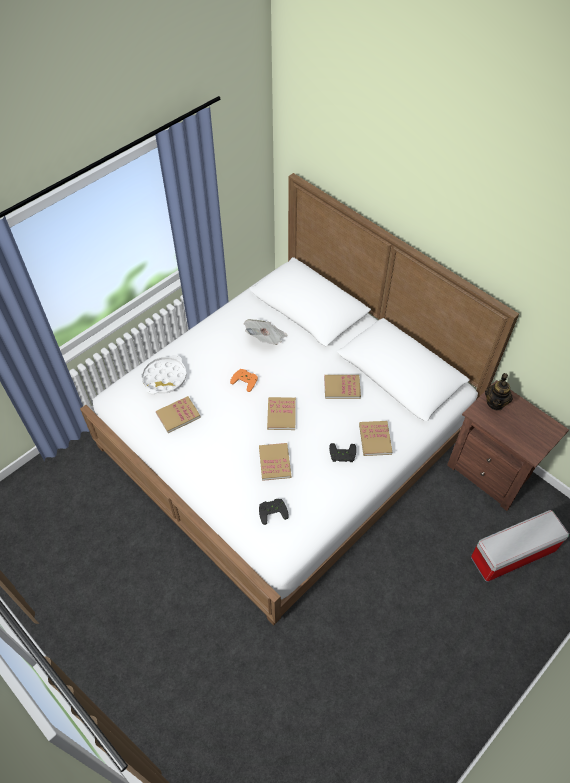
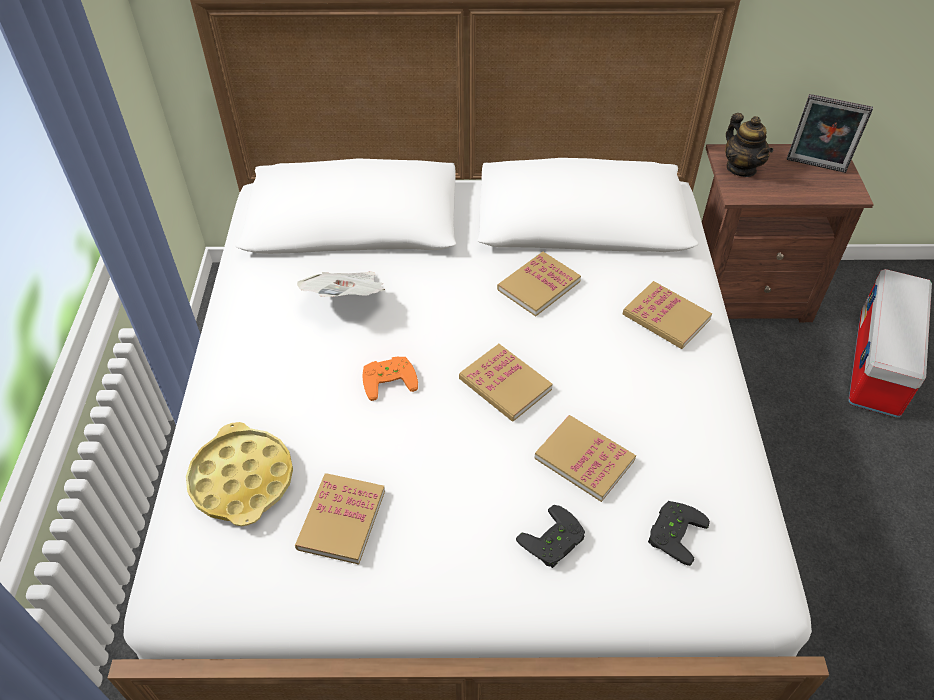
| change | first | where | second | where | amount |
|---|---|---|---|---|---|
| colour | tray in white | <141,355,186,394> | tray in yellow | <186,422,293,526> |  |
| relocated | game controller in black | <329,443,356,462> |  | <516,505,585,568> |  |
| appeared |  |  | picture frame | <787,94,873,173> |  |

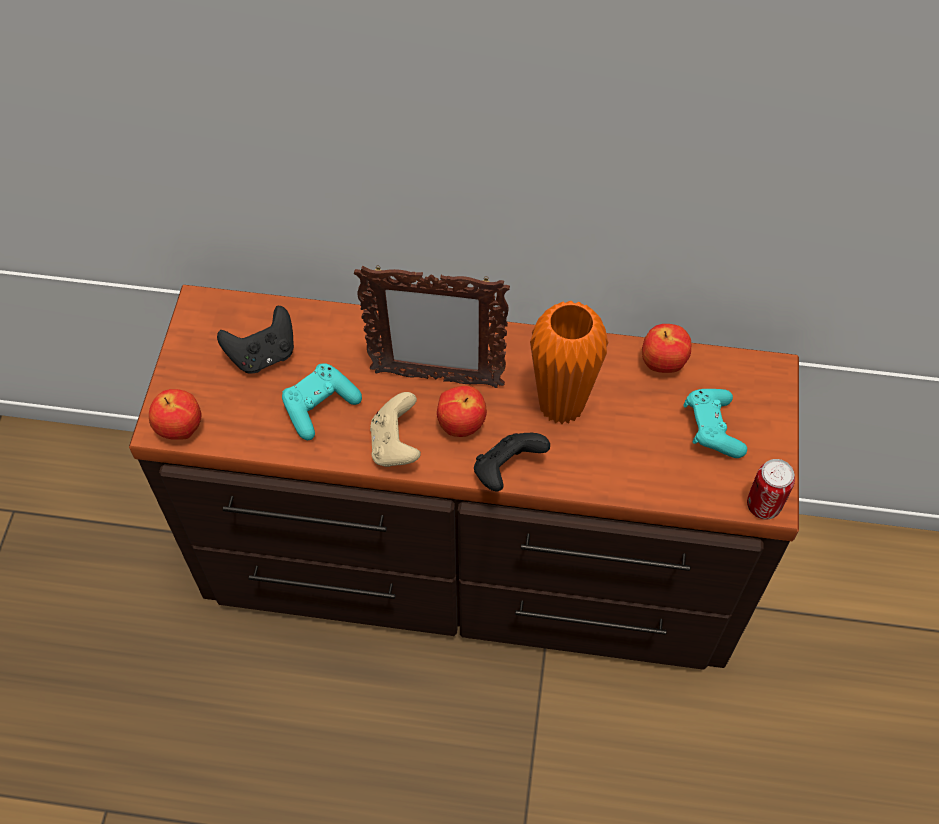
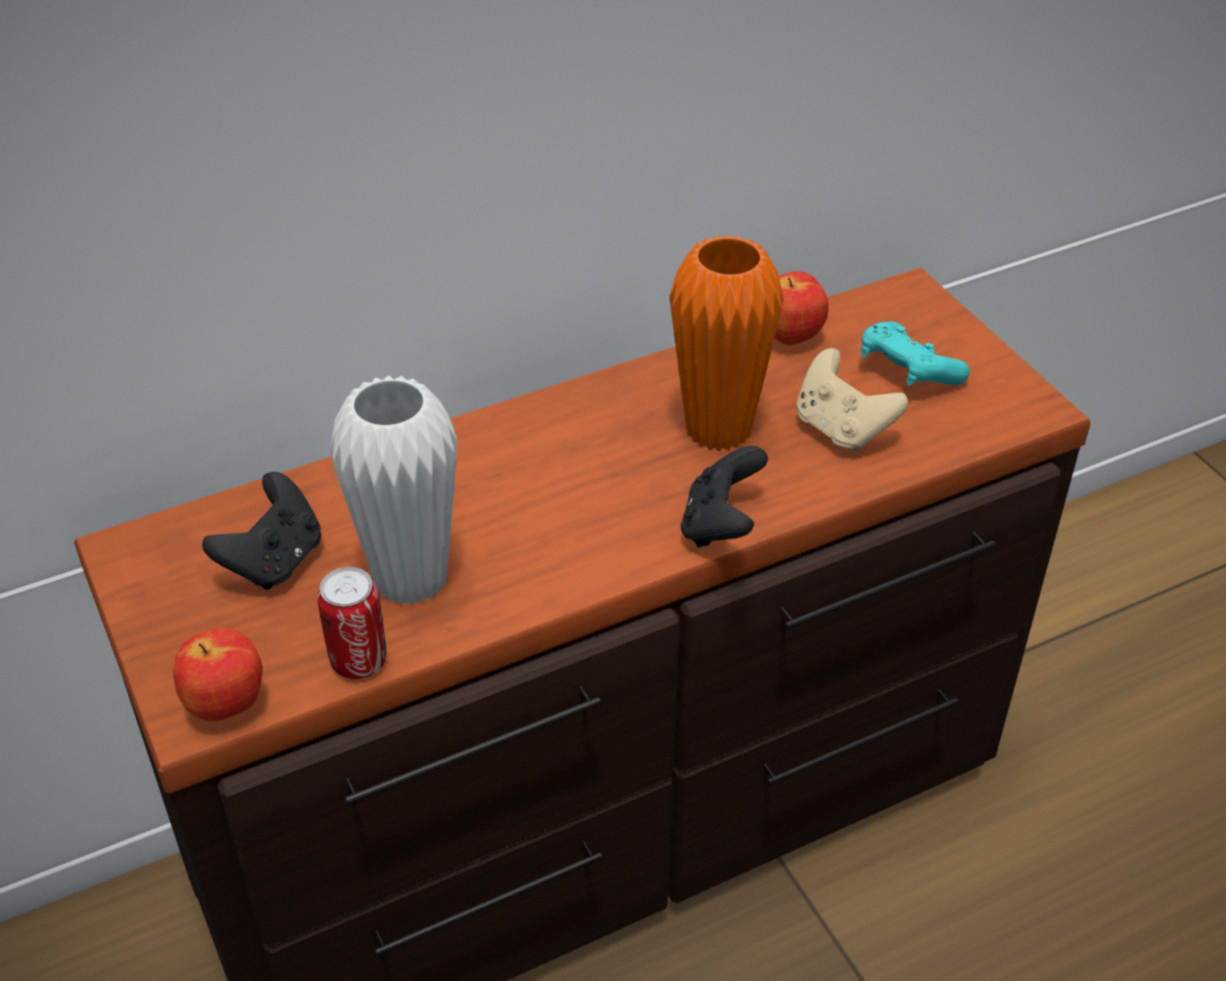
| change | first | where | second | where | amount |
|---|---|---|---|---|---|
| relocated | can | <747,459,795,519> |  | <318,567,386,679> |  |
| exchanged | game controller in turquoise | <282,363,362,440> | vase in white | <330,375,458,606> |  |
| relocated | game controller in beige | <370,392,421,467> |  | <797,348,908,452> |  |
| missing | picture frame | <354,265,510,388> |  |  |  |
| missing | apple | <437,386,487,437> |  |  |  |

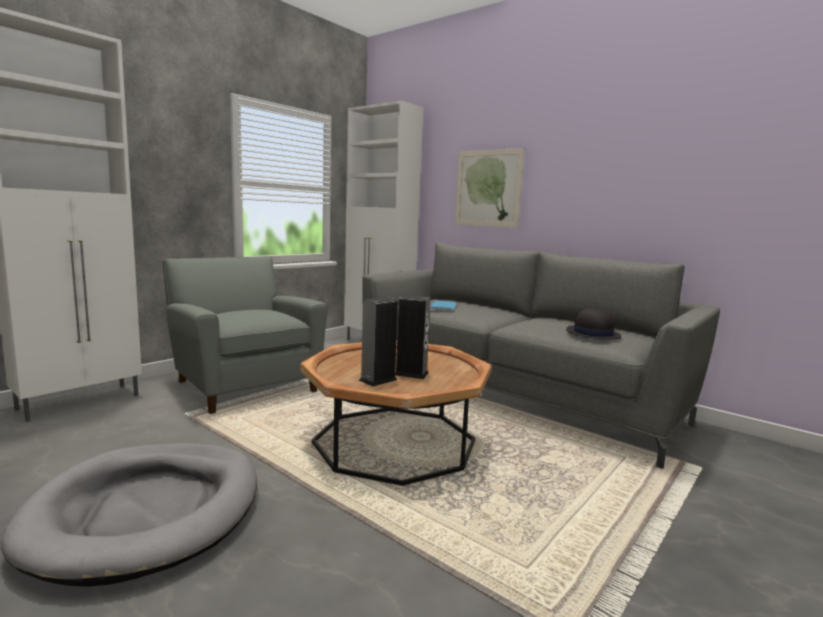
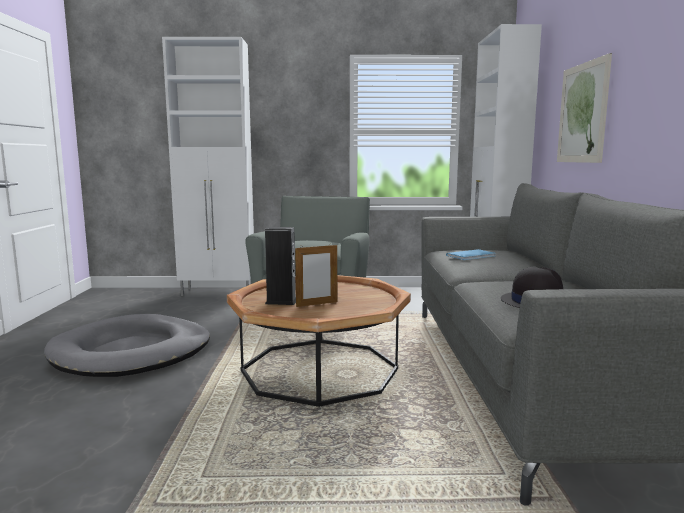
| change | first | where | second | where | amount |
|---|---|---|---|---|---|
| exchanged | speaker | <395,295,430,379> | picture frame | <295,243,337,307> |  |

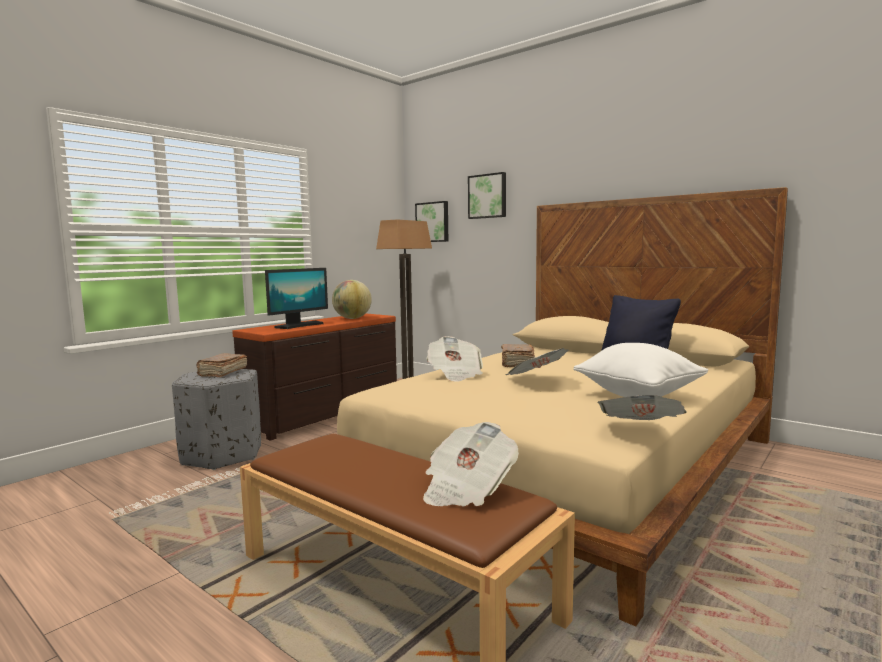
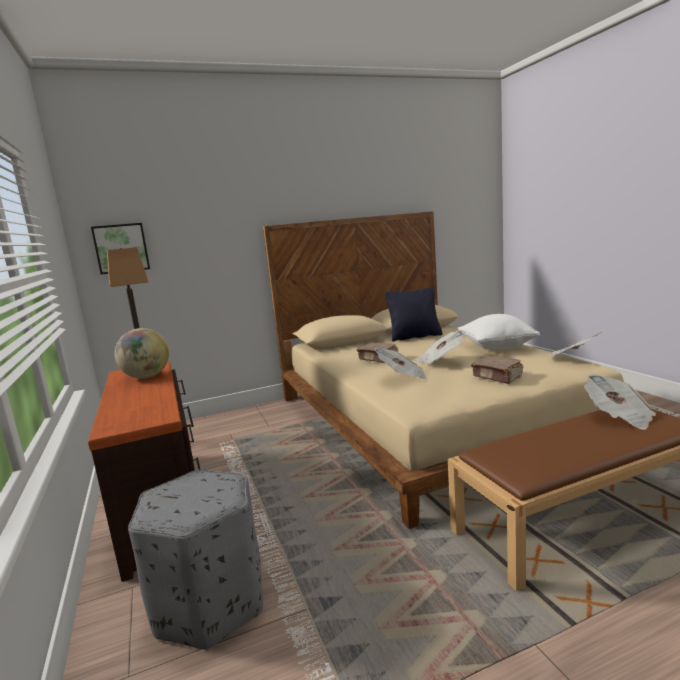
| change | first | where | second | where | amount |
|---|---|---|---|---|---|
| relocated | book in brown | <196,353,247,377> |  | <471,356,523,384> |  |
| missing | monitor | <265,268,328,329> |  |  |  |
| missing | picture | <468,172,506,219> |  |  |  |

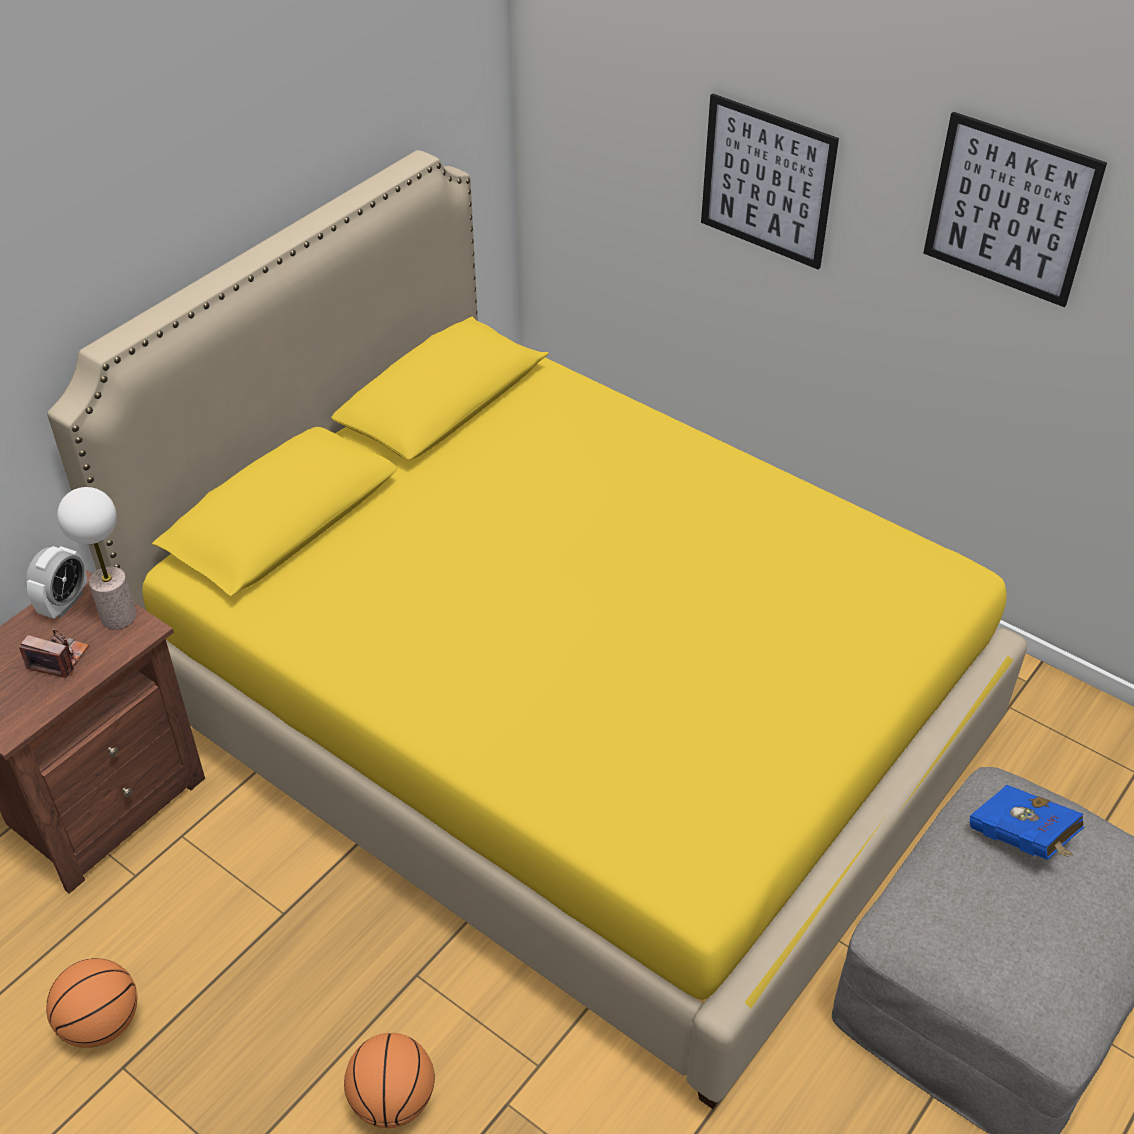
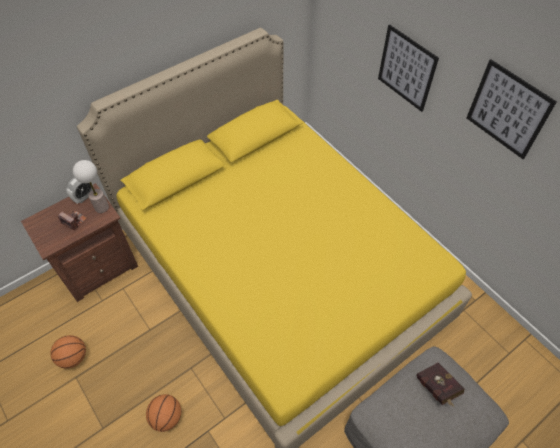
| change | first | where | second | where | amount |
|---|---|---|---|---|---|
| colour | book in blue | <970,785,1084,860> | book in red | <417,362,465,407> |  |

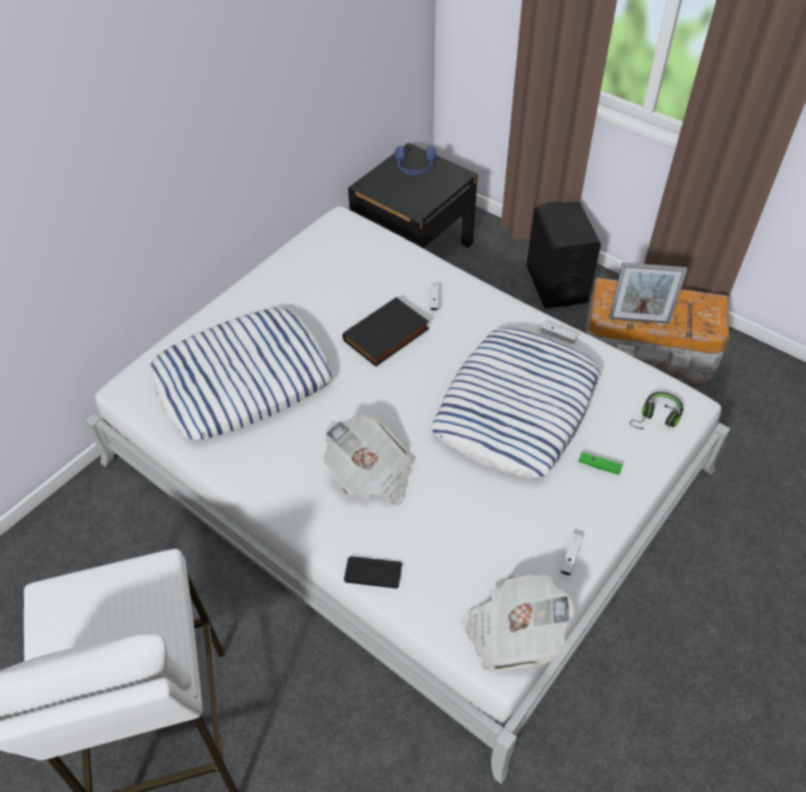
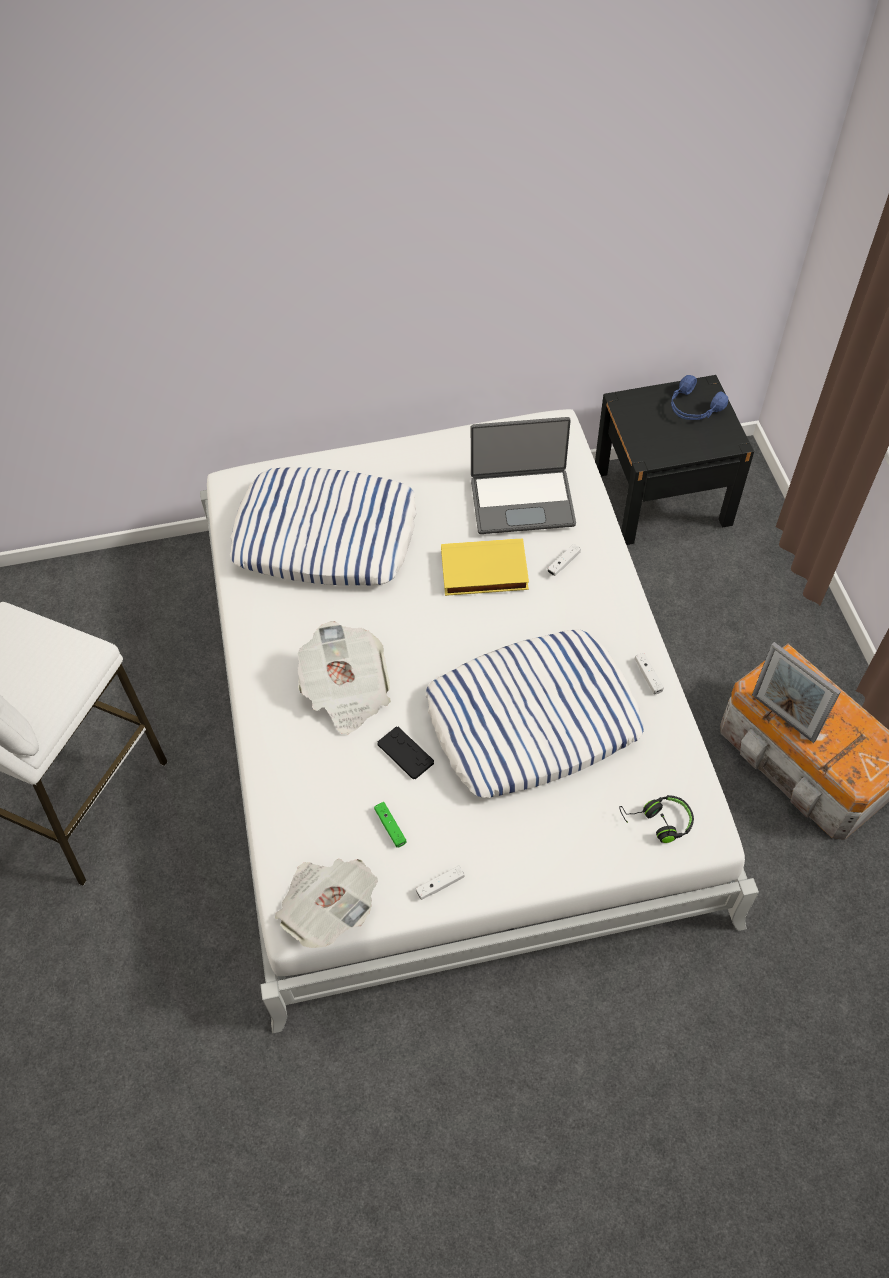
| change | first | where | second | where | amount |
|---|---|---|---|---|---|
| relocated | game controller in green | <579,452,622,475> |  | <374,802,406,848> |  |
| relocated | game controller in black | <344,556,402,589> |  | <377,727,434,779> |  |
| colour | book in black | <342,297,429,367> | book in yellow | <441,539,529,596> |  |
| appeared |  |  | laptop | <471,417,576,534> |  |
| missing | speaker in black | <527,202,601,309> |  |  |  |

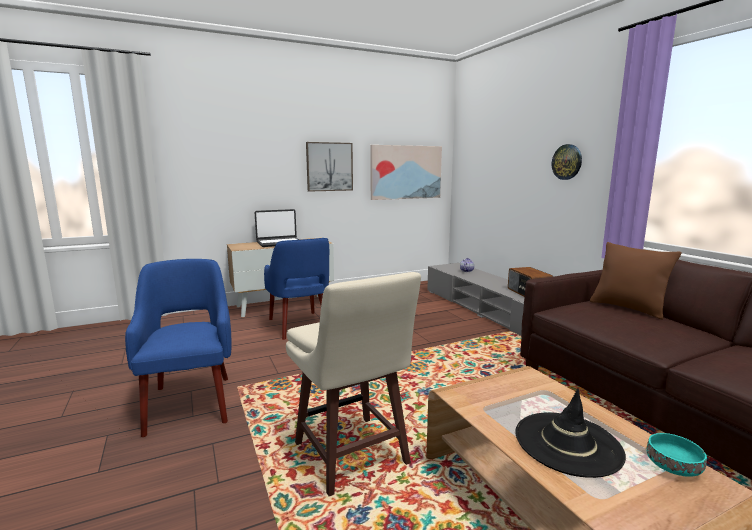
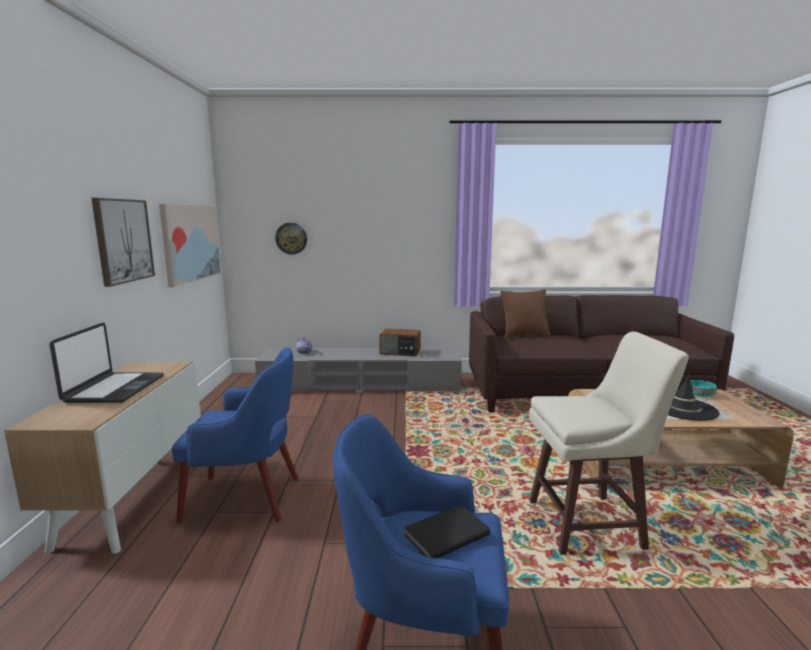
| change | first | where | second | where | amount |
|---|---|---|---|---|---|
| relocated | wall clock | <552,144,582,180> |  | <275,223,307,255> |  |
| appeared |  |  | book in black | <404,505,490,558> |  |

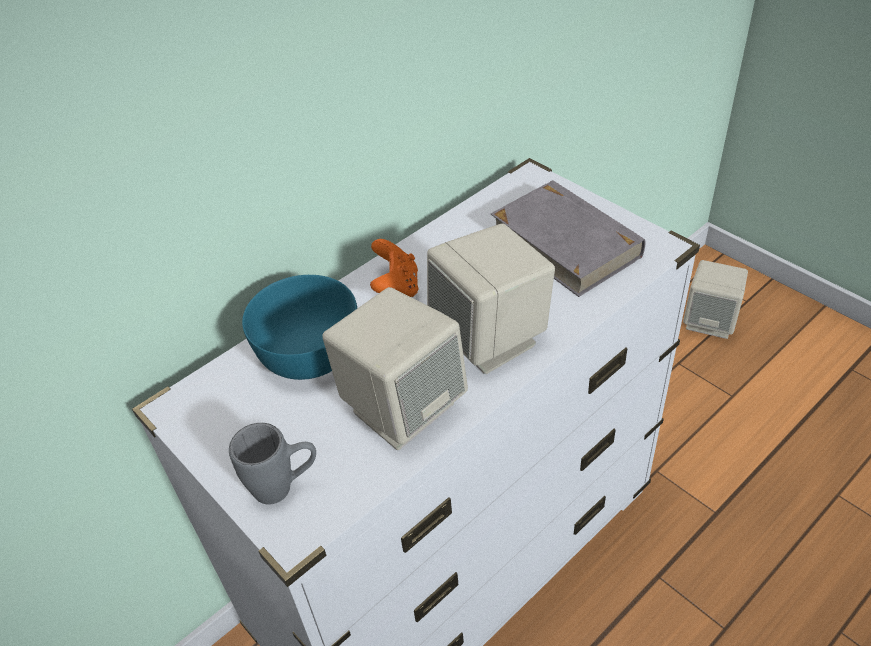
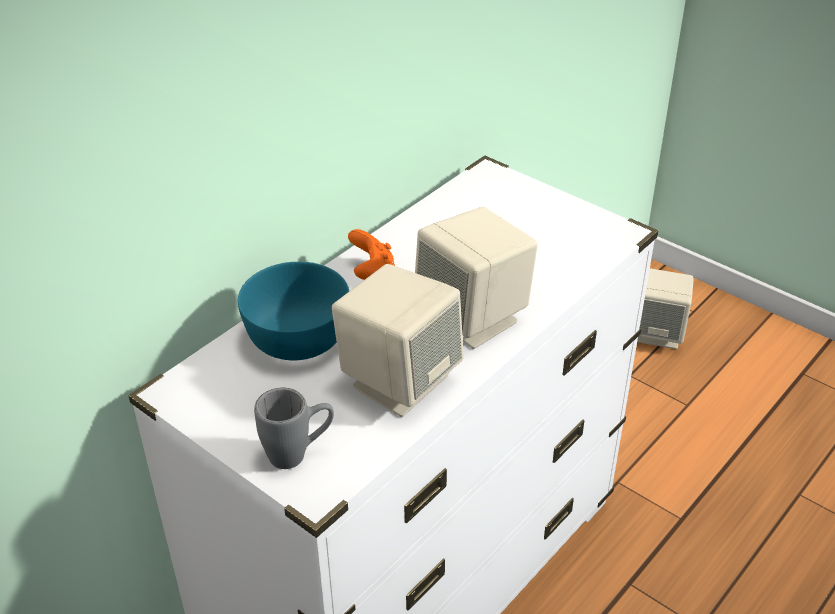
| change | first | where | second | where | amount |
|---|---|---|---|---|---|
| missing | book in grey | <491,180,645,297> |  |  |  |

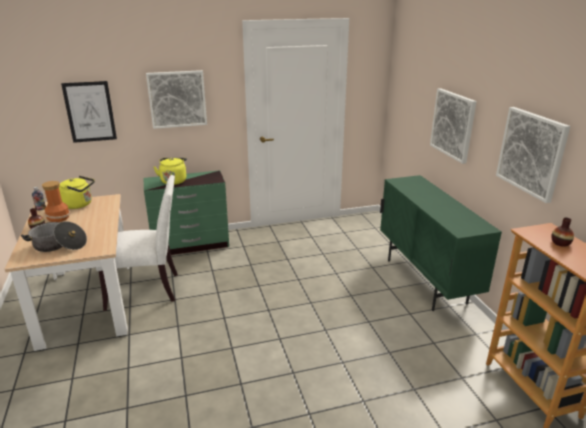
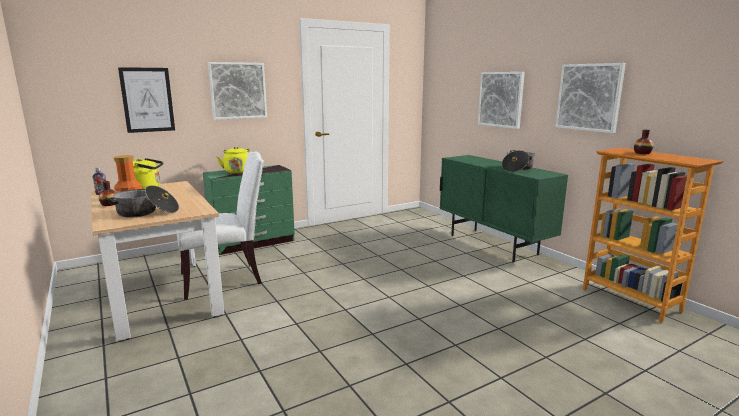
| change | first | where | second | where | amount |
|---|---|---|---|---|---|
| appeared |  |  | cooking pot | <502,150,535,172> |  |

